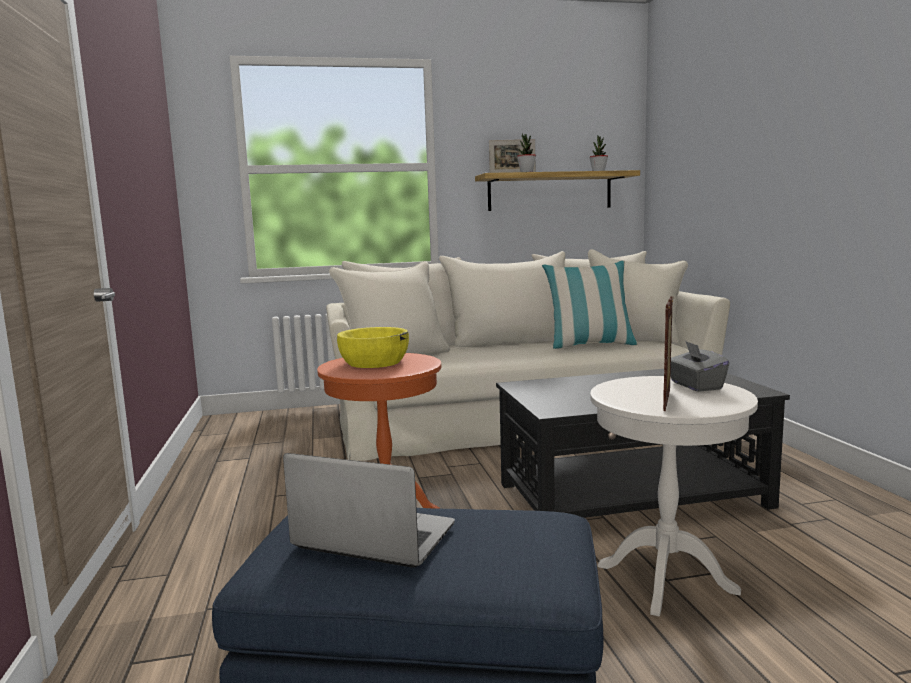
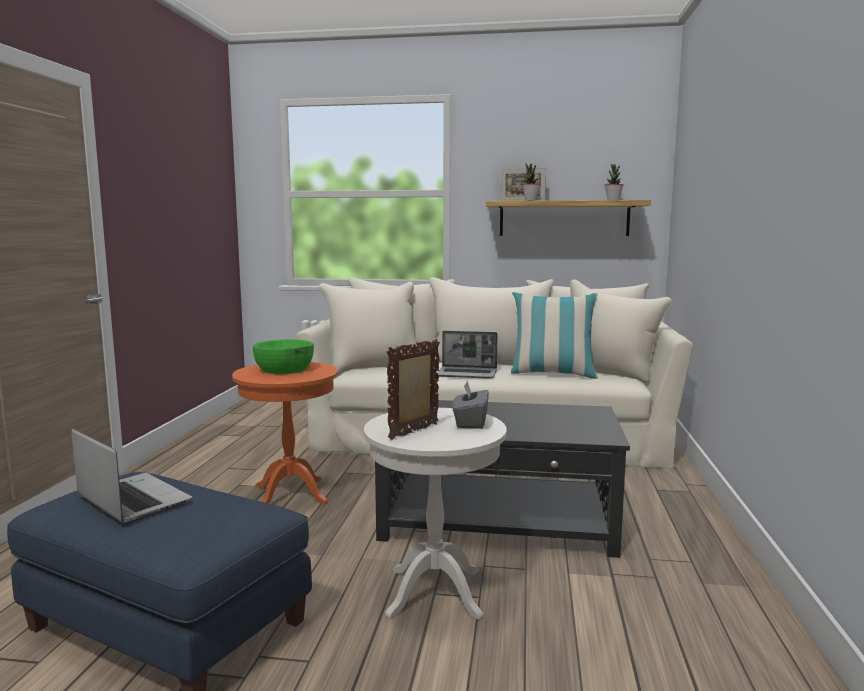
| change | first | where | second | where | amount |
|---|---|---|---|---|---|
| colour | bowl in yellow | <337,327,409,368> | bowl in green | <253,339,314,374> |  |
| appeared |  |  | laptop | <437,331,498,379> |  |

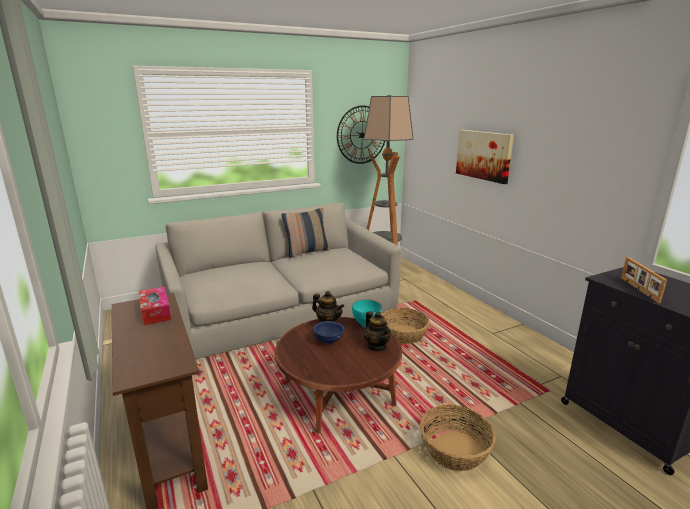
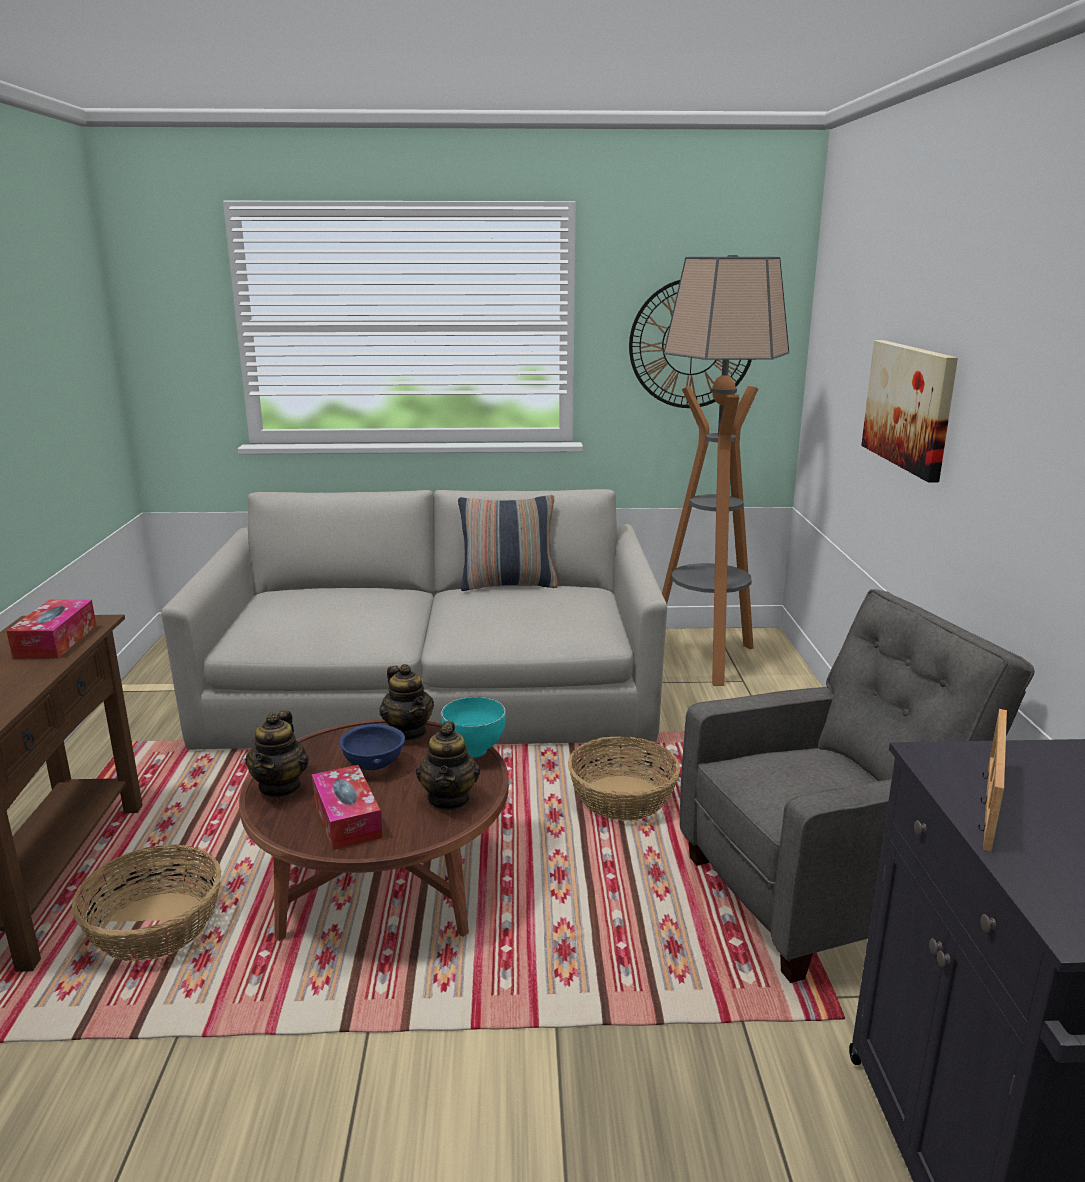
| change | first | where | second | where | amount |
|---|---|---|---|---|---|
| relocated | basket | <420,405,496,471> |  | <72,844,222,961> |  |
| appeared |  |  | teapot | <245,710,309,798> |  |
| appeared |  |  | tissue box | <312,765,383,850> |  |
| appeared |  |  | armchair in grey | <680,589,1035,983> |  |

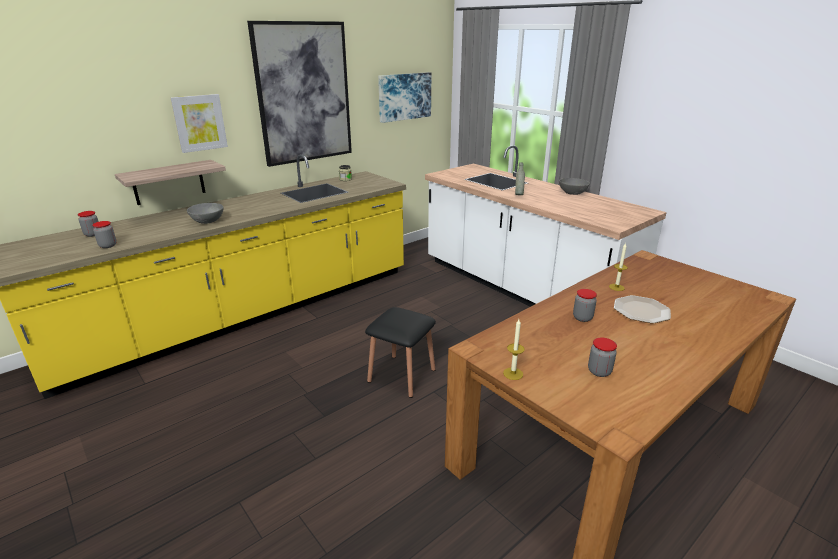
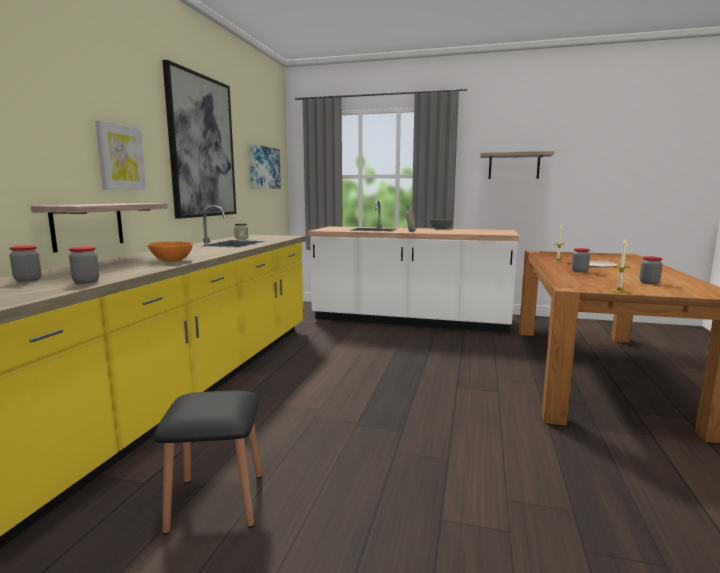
| change | first | where | second | where | amount |
|---|---|---|---|---|---|
| colour | bowl in grey | <187,203,224,224> | bowl in orange | <147,241,193,262> |  |
| relocated | stool in black | <365,307,436,398> |  | <154,391,262,534> |  |
| appeared |  |  | shelf | <480,151,555,179> |  |

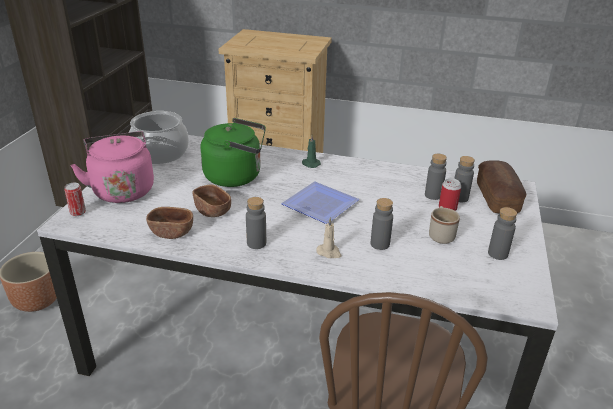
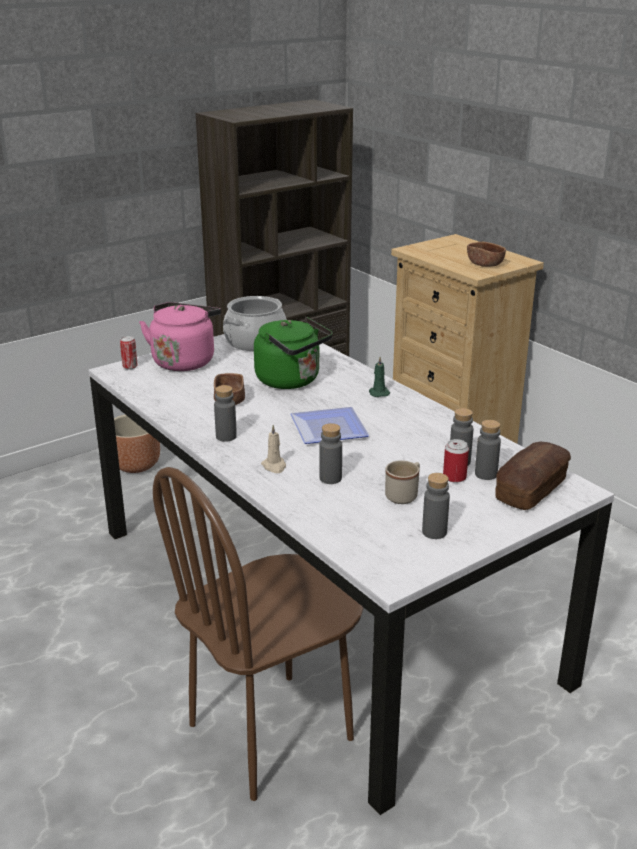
| change | first | where | second | where | amount |
|---|---|---|---|---|---|
| relocated | bowl in brown | <146,207,193,239> |  | <467,242,506,267> |  |

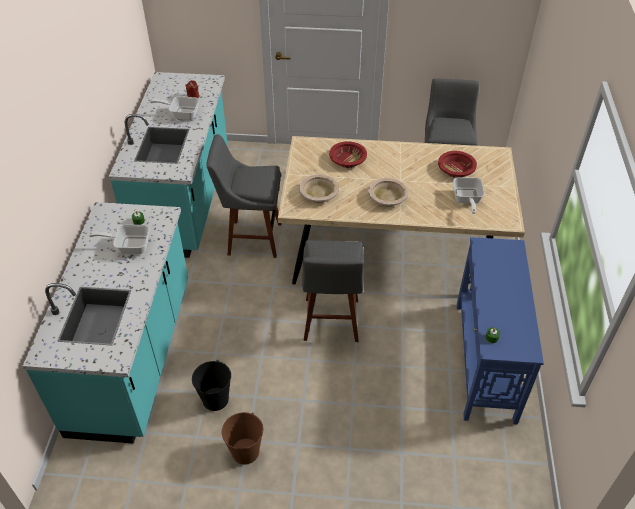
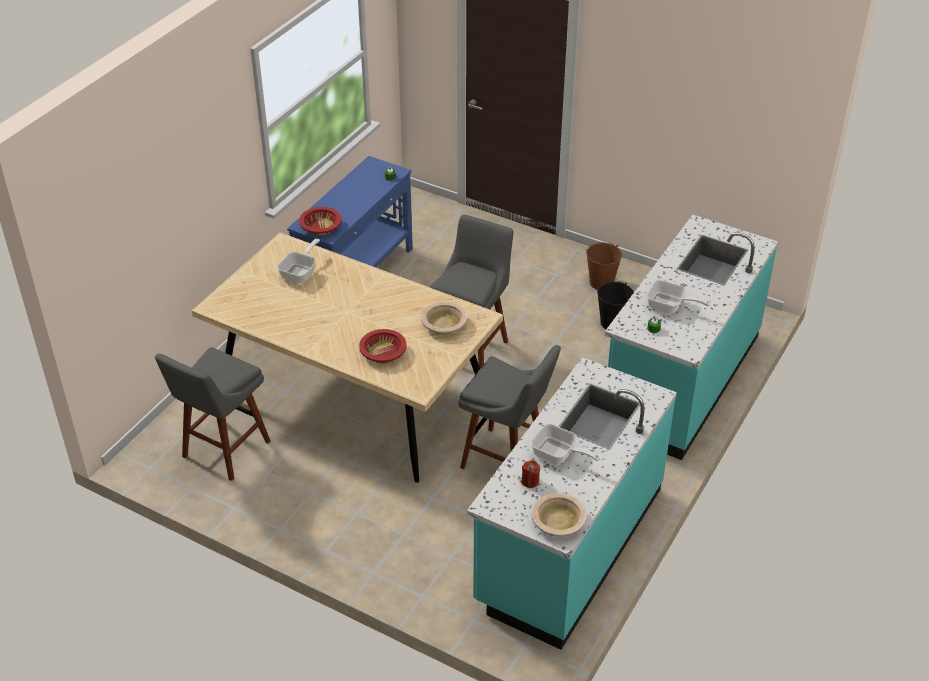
| change | first | where | second | where | amount |
|---|---|---|---|---|---|
| relocated | bowl in red | <438,151,477,178> |  | <299,207,342,235> |  |
| relocated | bowl in beige | <368,178,408,207> |  | <531,493,587,537> |  |

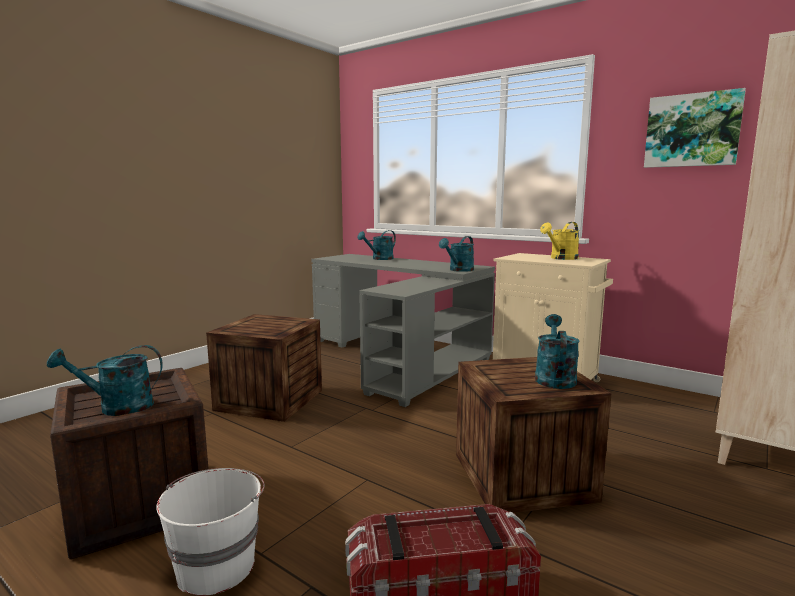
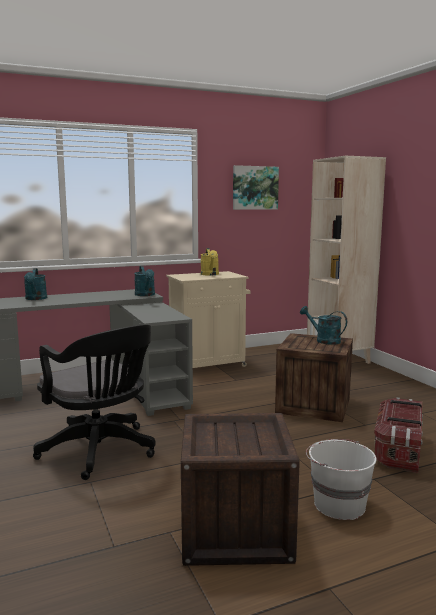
| change | first | where | second | where | amount |
|---|---|---|---|---|---|
| exchanged | crate | <206,314,322,422> | office chair in black | <33,325,156,480> |  |
| missing | watering can in turquoise | <47,345,163,416> |  |  |  |

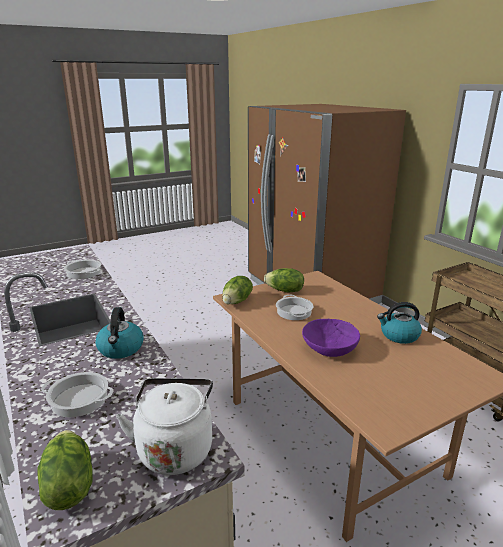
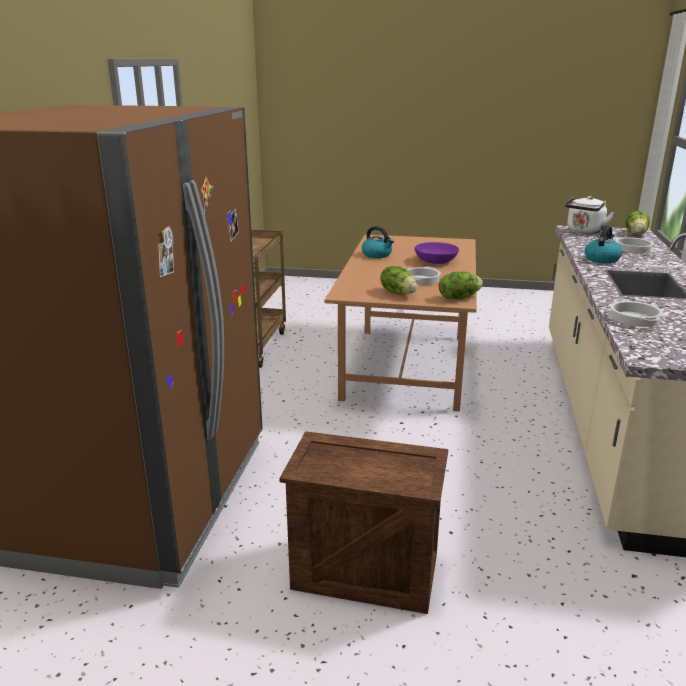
| change | first | where | second | where | amount |
|---|---|---|---|---|---|
| appeared |  |  | crate | <279,431,448,614> |  |

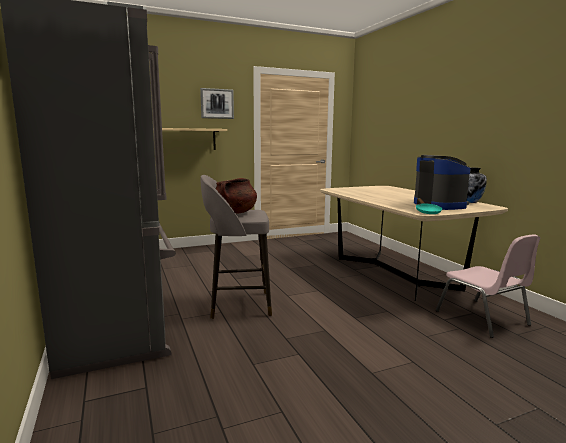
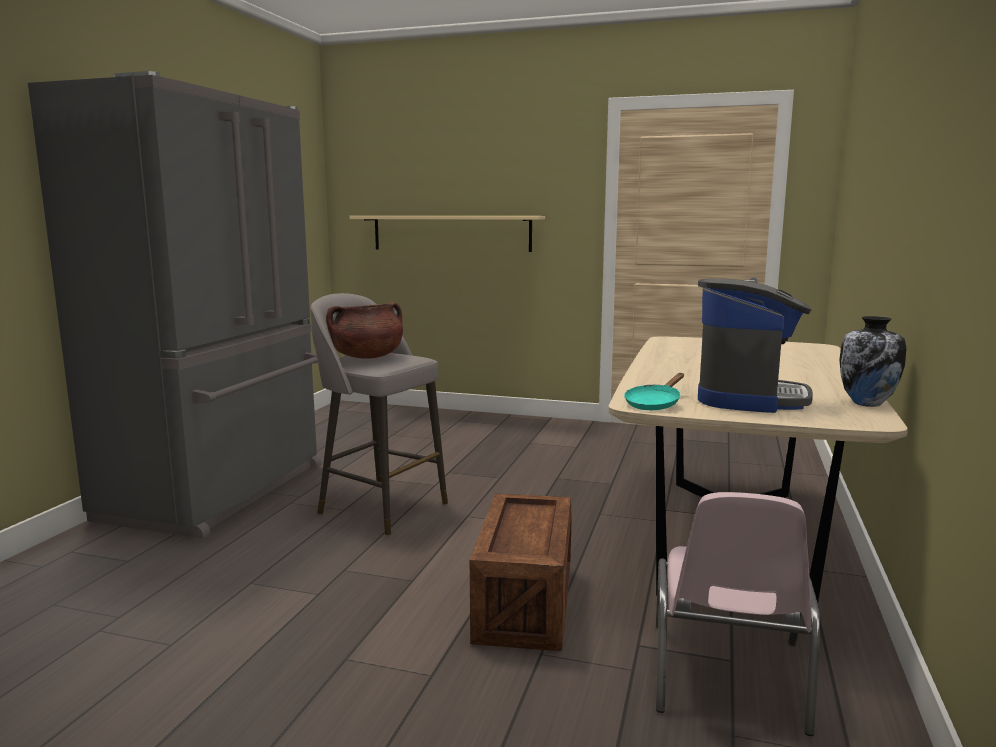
| change | first | where | second | where | amount |
|---|---|---|---|---|---|
| appeared |  |  | crate | <470,493,572,651> |  |
| missing | picture | <200,88,234,119> |  |  |  |

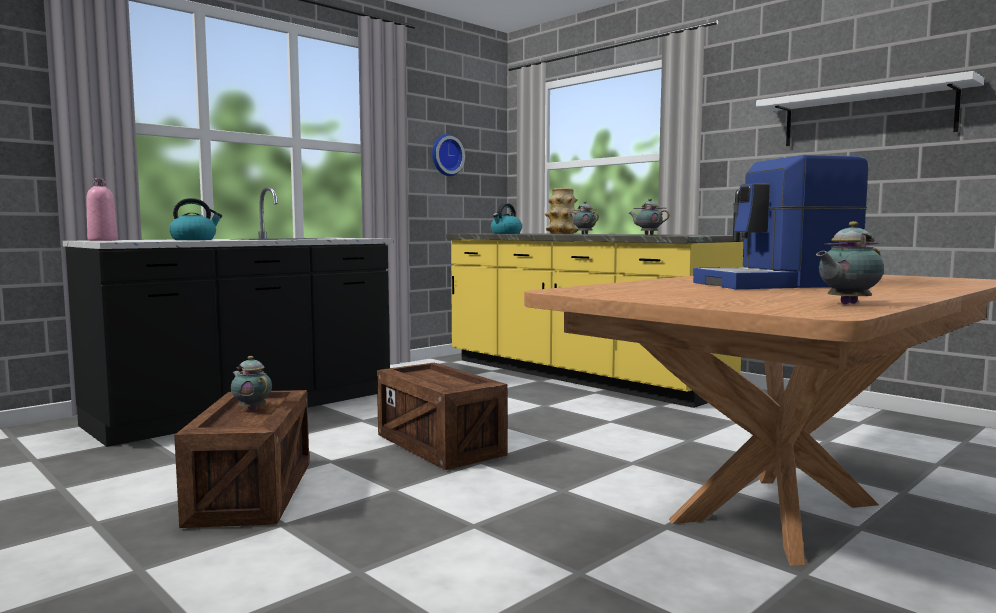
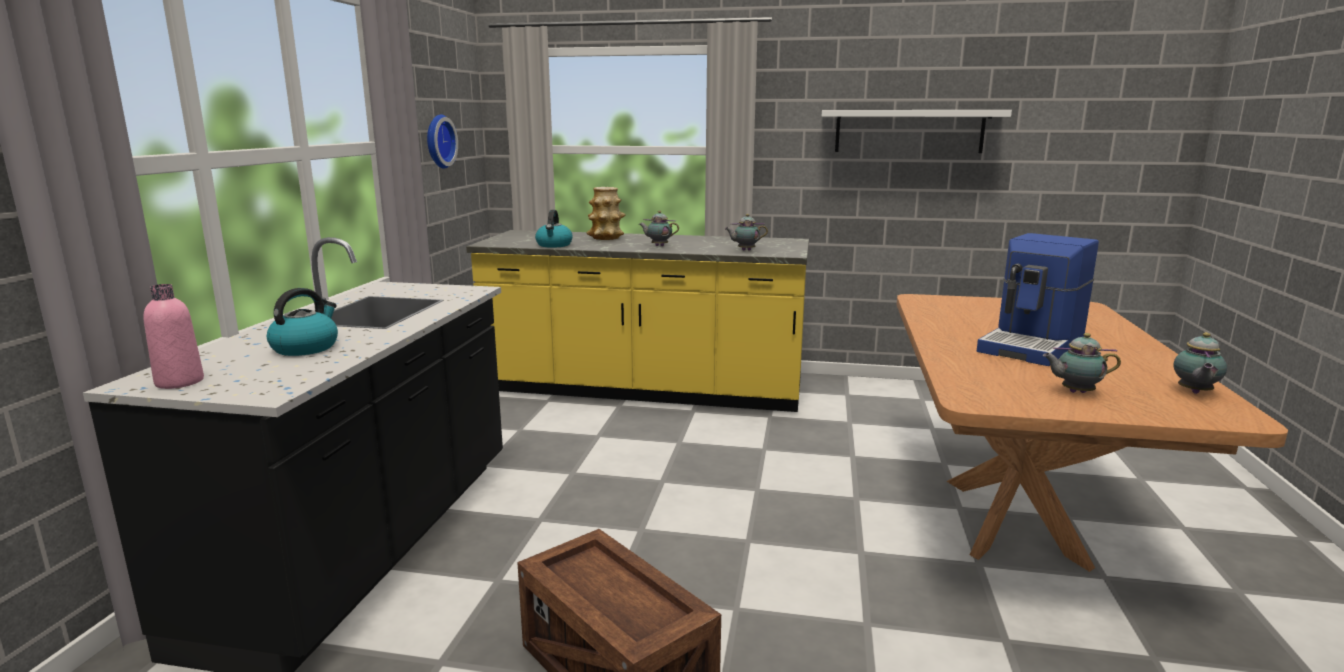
| change | first | where | second | where | amount |
|---|---|---|---|---|---|
| relocated | teapot | <231,356,272,411> |  | <1043,333,1121,393> |  |
| missing | crate | <377,363,508,470> |  |  |  |

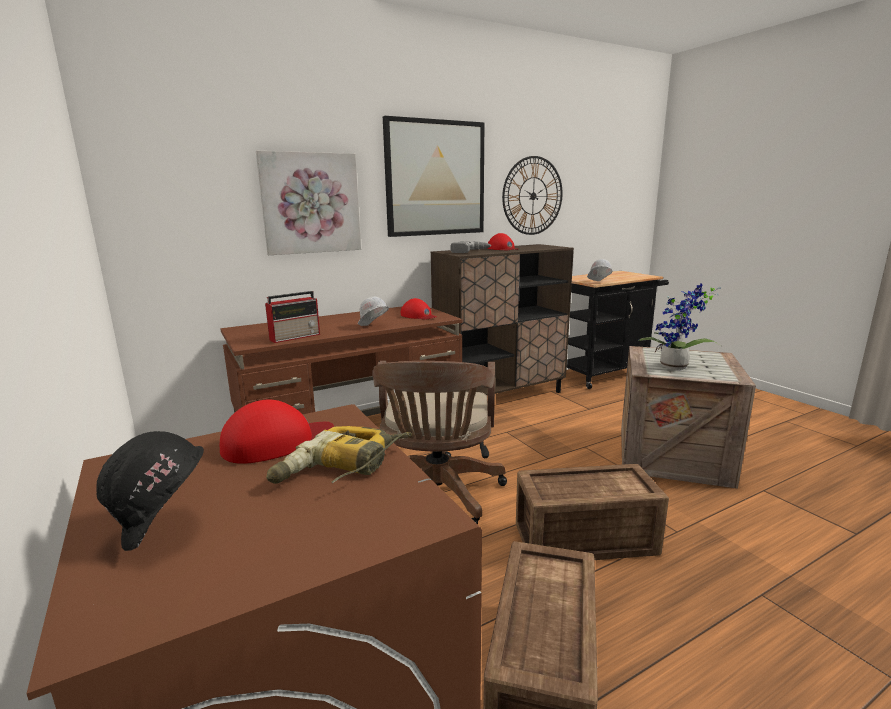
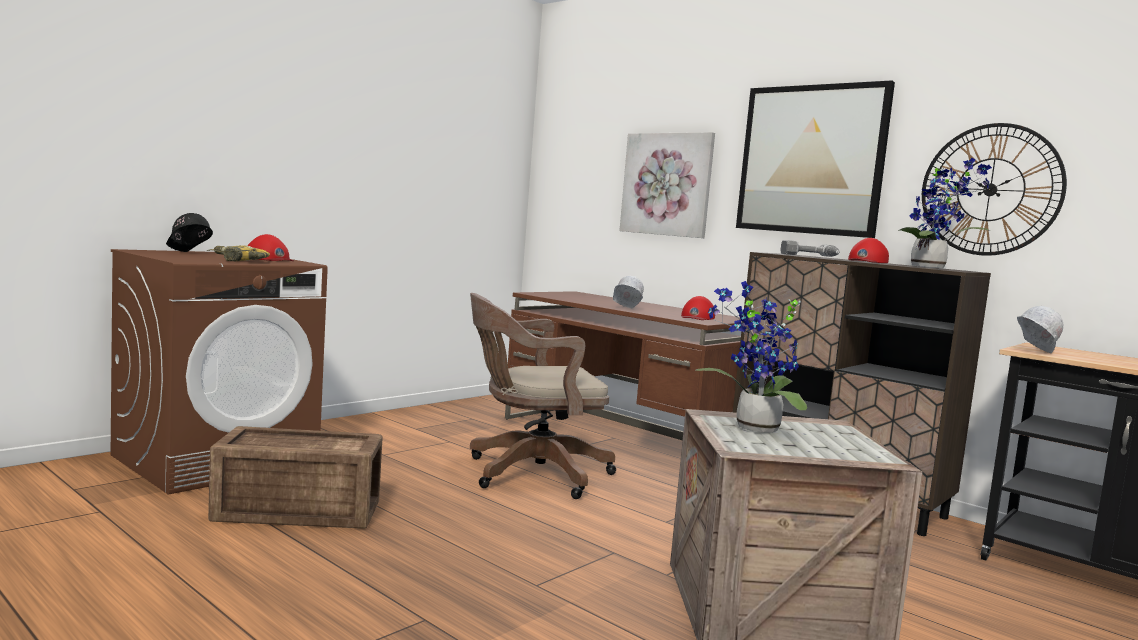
| change | first | where | second | where | amount |
|---|---|---|---|---|---|
| appeared |  |  | potted plant | <900,158,992,268> |  |
| missing | radio | <265,291,320,343> |  |  |  |
| missing | crate | <516,464,669,560> |  |  |  |

